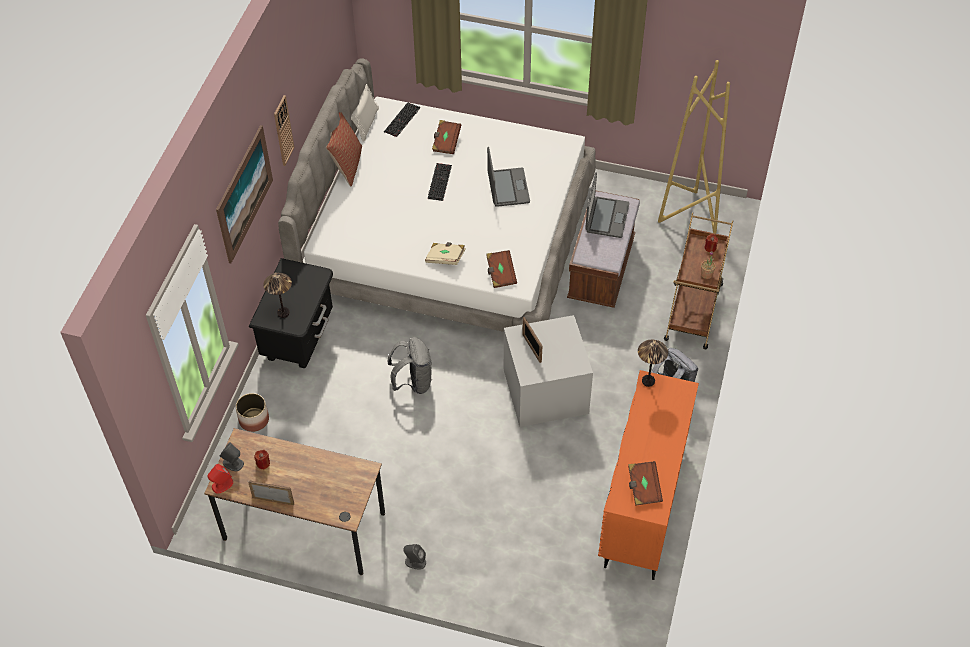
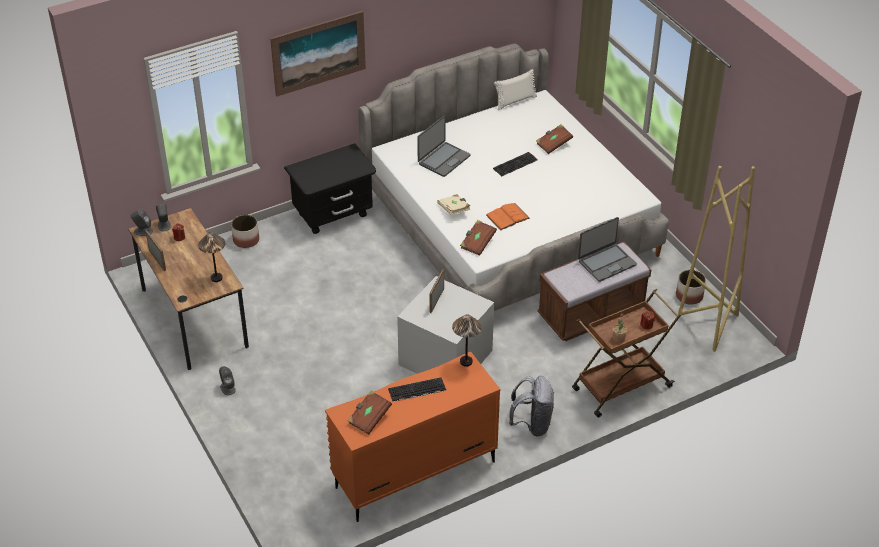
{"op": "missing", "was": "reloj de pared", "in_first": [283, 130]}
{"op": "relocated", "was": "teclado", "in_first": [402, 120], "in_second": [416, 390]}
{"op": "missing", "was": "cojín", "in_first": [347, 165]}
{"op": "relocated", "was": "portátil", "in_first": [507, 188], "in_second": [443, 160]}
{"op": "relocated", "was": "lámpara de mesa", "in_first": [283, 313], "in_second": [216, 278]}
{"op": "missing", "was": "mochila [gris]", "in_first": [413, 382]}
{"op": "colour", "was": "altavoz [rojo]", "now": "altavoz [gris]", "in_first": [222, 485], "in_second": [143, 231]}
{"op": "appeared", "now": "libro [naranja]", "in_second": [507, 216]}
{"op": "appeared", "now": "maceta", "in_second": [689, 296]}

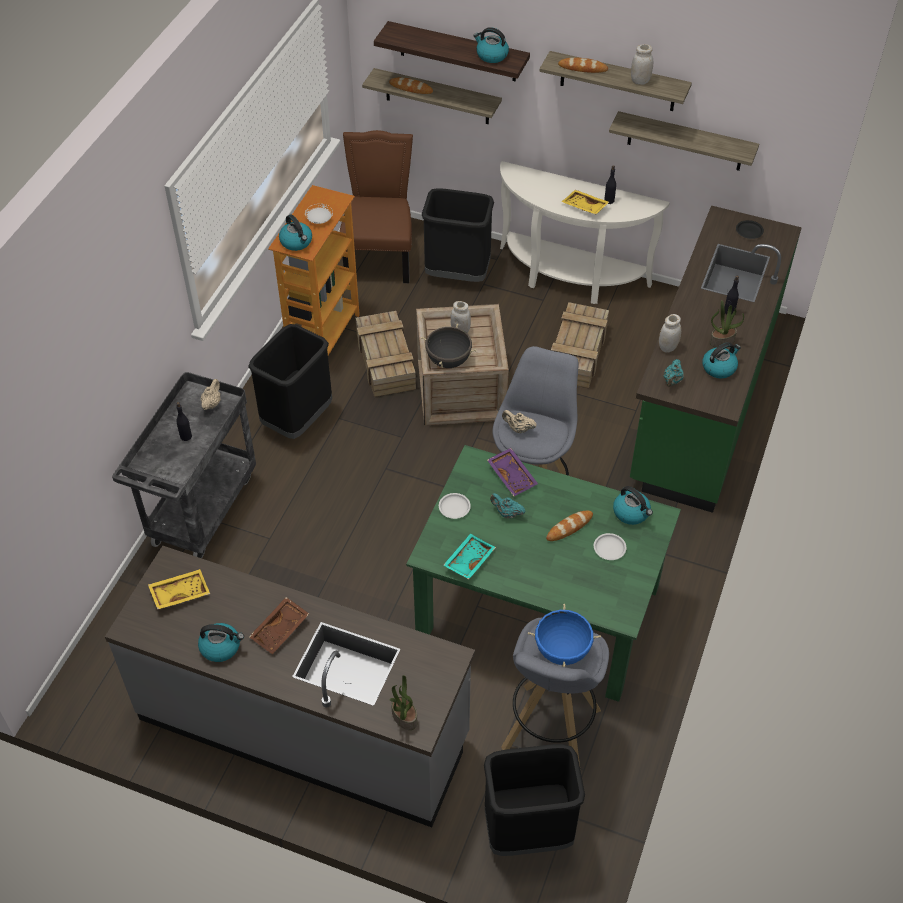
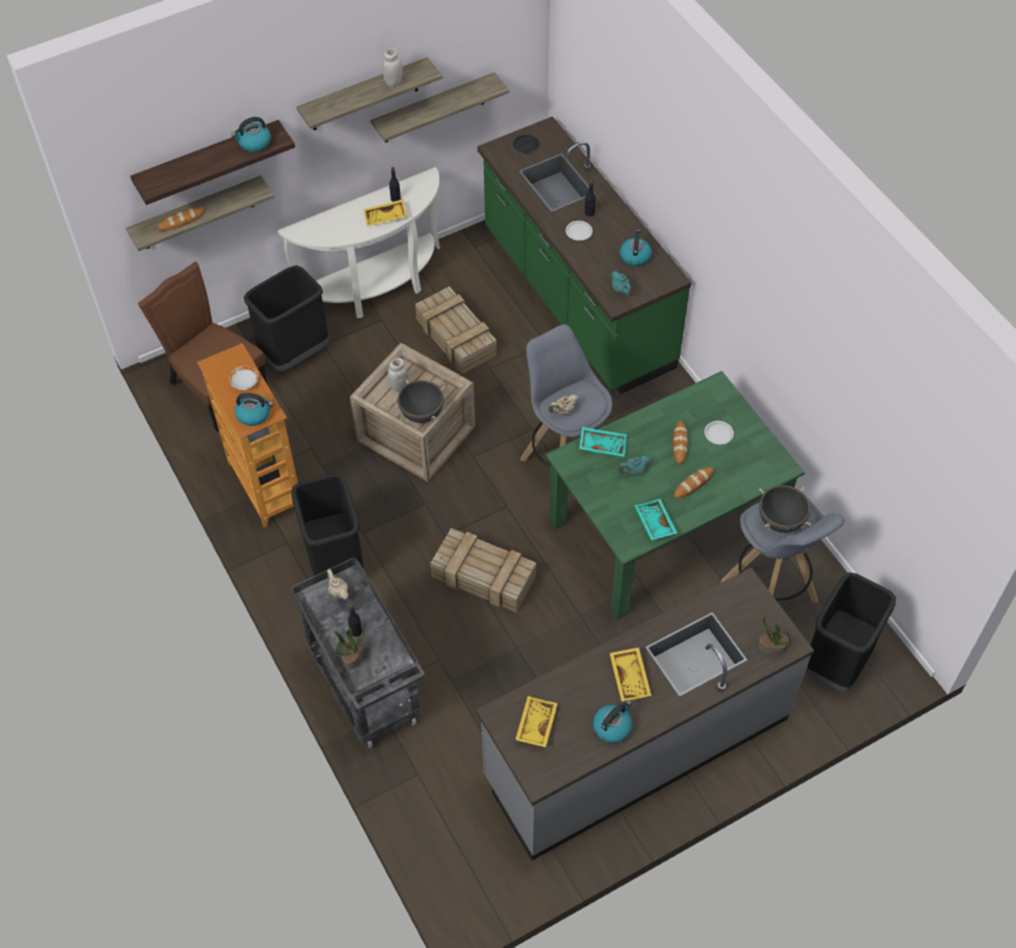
{"op": "relocated", "was": "pan", "in_first": [582, 68], "in_second": [693, 484]}
{"op": "relocated", "was": "planta en maceta", "in_first": [722, 341], "in_second": [352, 656]}
{"op": "relocated", "was": "caja de embalaje", "in_first": [385, 360], "in_second": [482, 576]}
{"op": "missing", "was": "tarro [blanco]", "in_first": [668, 347]}
{"op": "colour", "was": "bandeja [morado]", "now": "bandeja [turquesa]", "in_first": [513, 476], "in_second": [602, 444]}
{"op": "missing", "was": "hervidor", "in_first": [631, 513]}
{"op": "relocated", "was": "plato [blanco]", "in_first": [454, 507], "in_second": [578, 232]}
{"op": "colour", "was": "bandeja [marrón]", "now": "bandeja [amarillo]", "in_first": [281, 630], "in_second": [630, 677]}
{"op": "colour", "was": "olla [azul]", "now": "olla [negro]", "in_first": [562, 650], "in_second": [780, 521]}

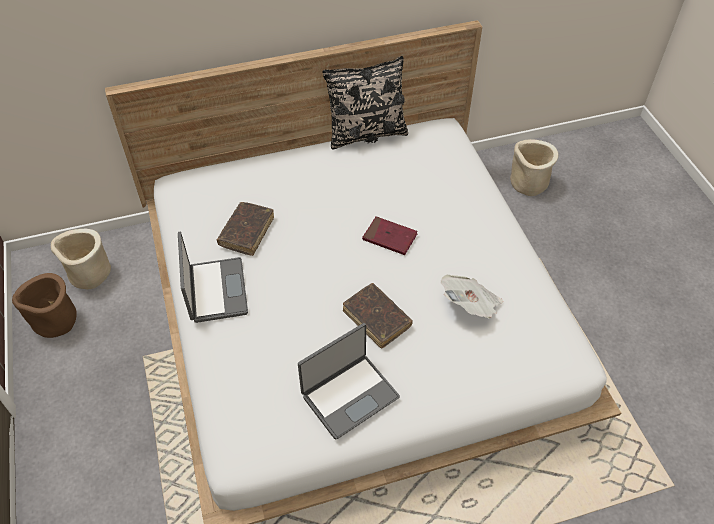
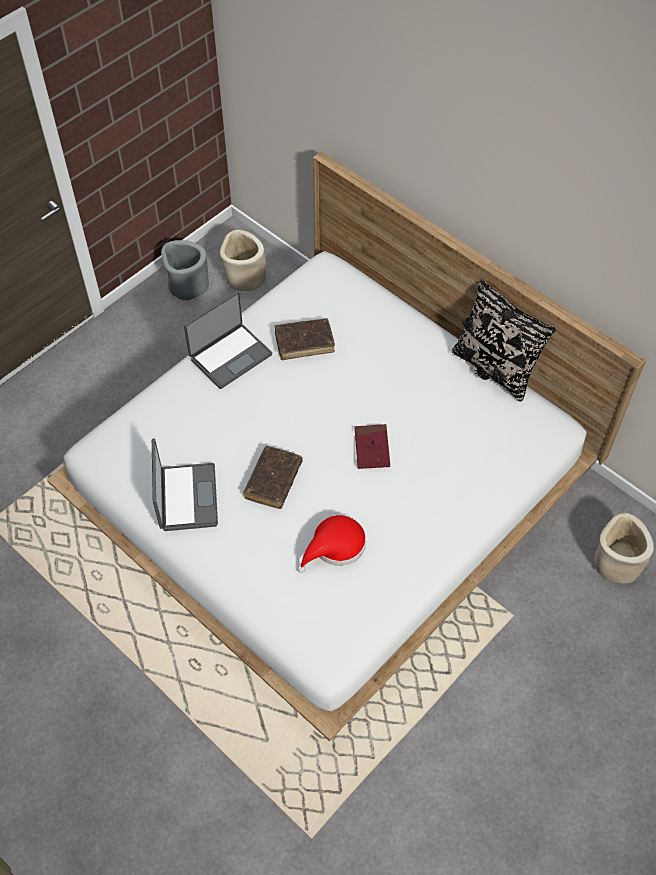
{"op": "colour", "was": "maceta [marrón]", "now": "maceta [gris]", "in_first": [55, 321], "in_second": [187, 286]}
{"op": "exchanged", "was": "periódico", "now": "sombrero [rojo]", "in_first": [470, 305], "in_second": [335, 546]}
{"op": "spun", "was": "portátil", "in_first": [349, 395], "in_second": [186, 497], "clockwise": -120}

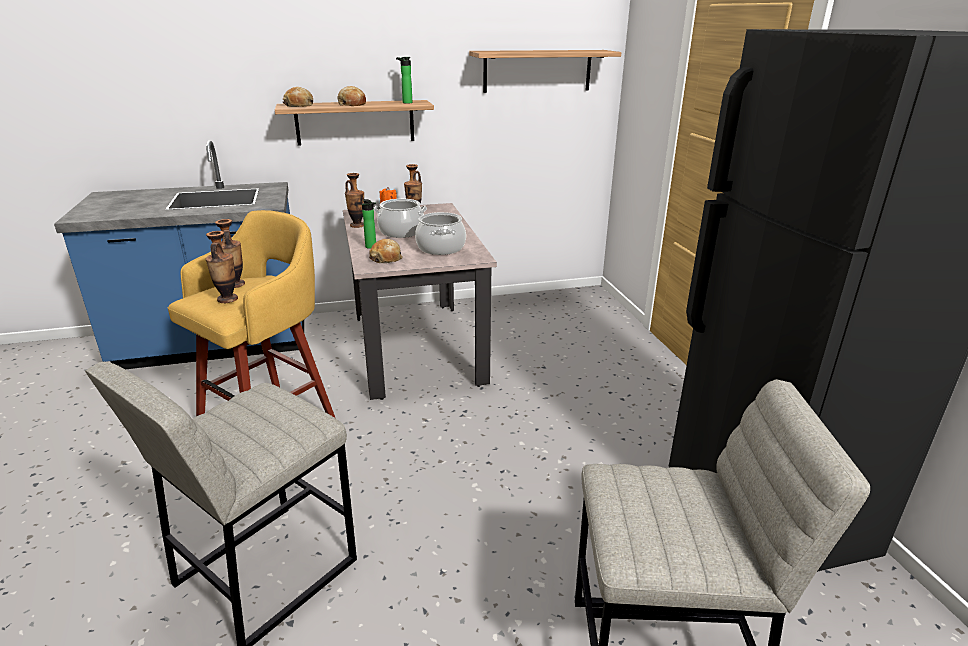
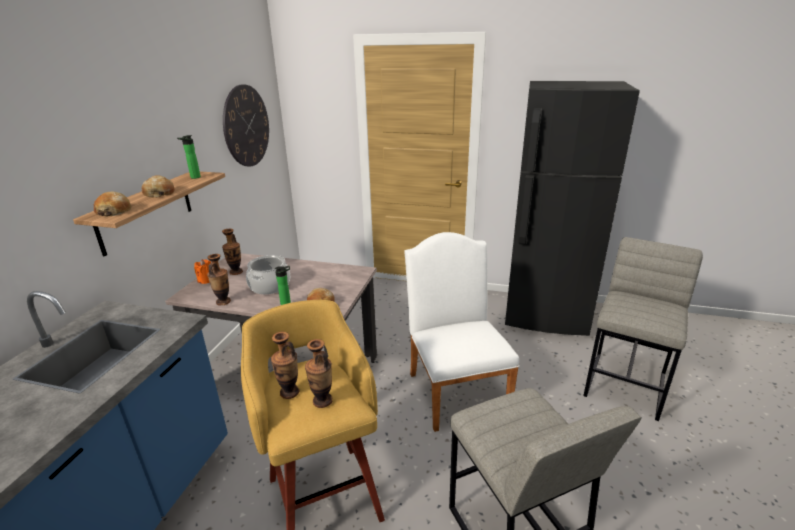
{"op": "exchanged", "was": "estante", "now": "reloj de pared", "in_first": [537, 71], "in_second": [246, 126]}
{"op": "missing", "was": "olla", "in_first": [441, 248]}
{"op": "appeared", "now": "silla [blanco]", "in_second": [455, 388]}

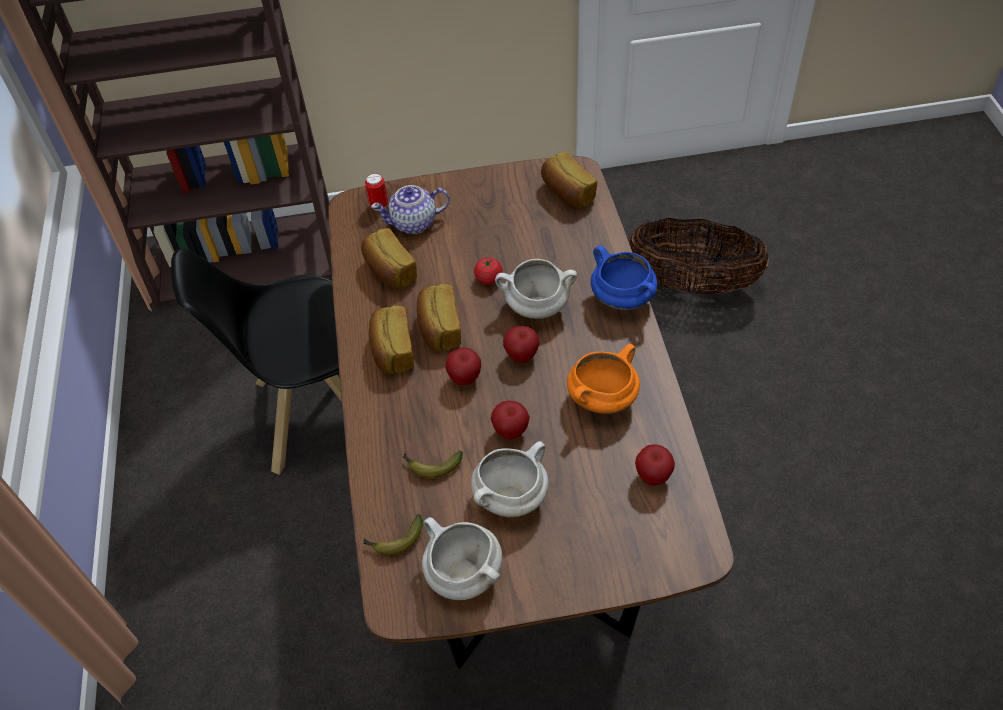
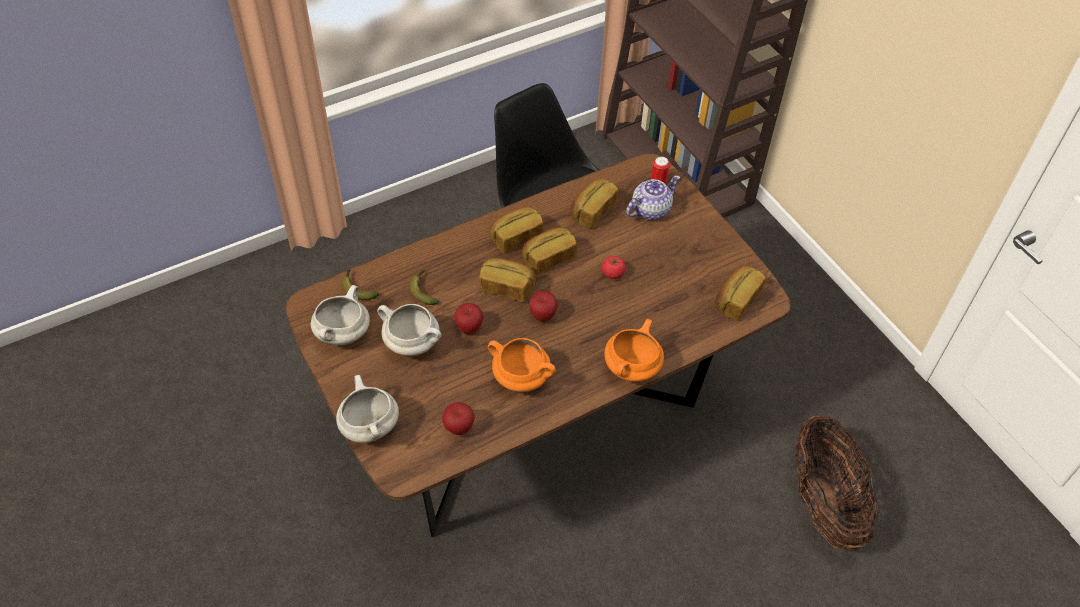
{"op": "spun", "was": "tetera", "in_first": [414, 223], "in_second": [650, 210], "clockwise": 90}
{"op": "colour", "was": "olla [azul]", "now": "olla [naranja]", "in_first": [624, 298], "in_second": [632, 369]}
{"op": "relocated", "was": "olla [blanco]", "in_first": [536, 307], "in_second": [369, 426]}
{"op": "exchanged", "was": "manzana", "now": "pan", "in_first": [465, 378], "in_second": [507, 287]}

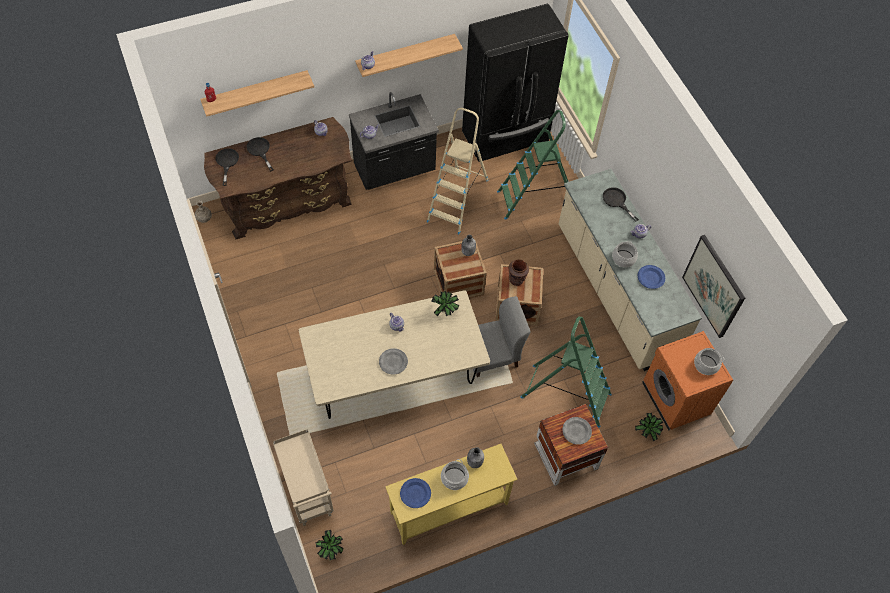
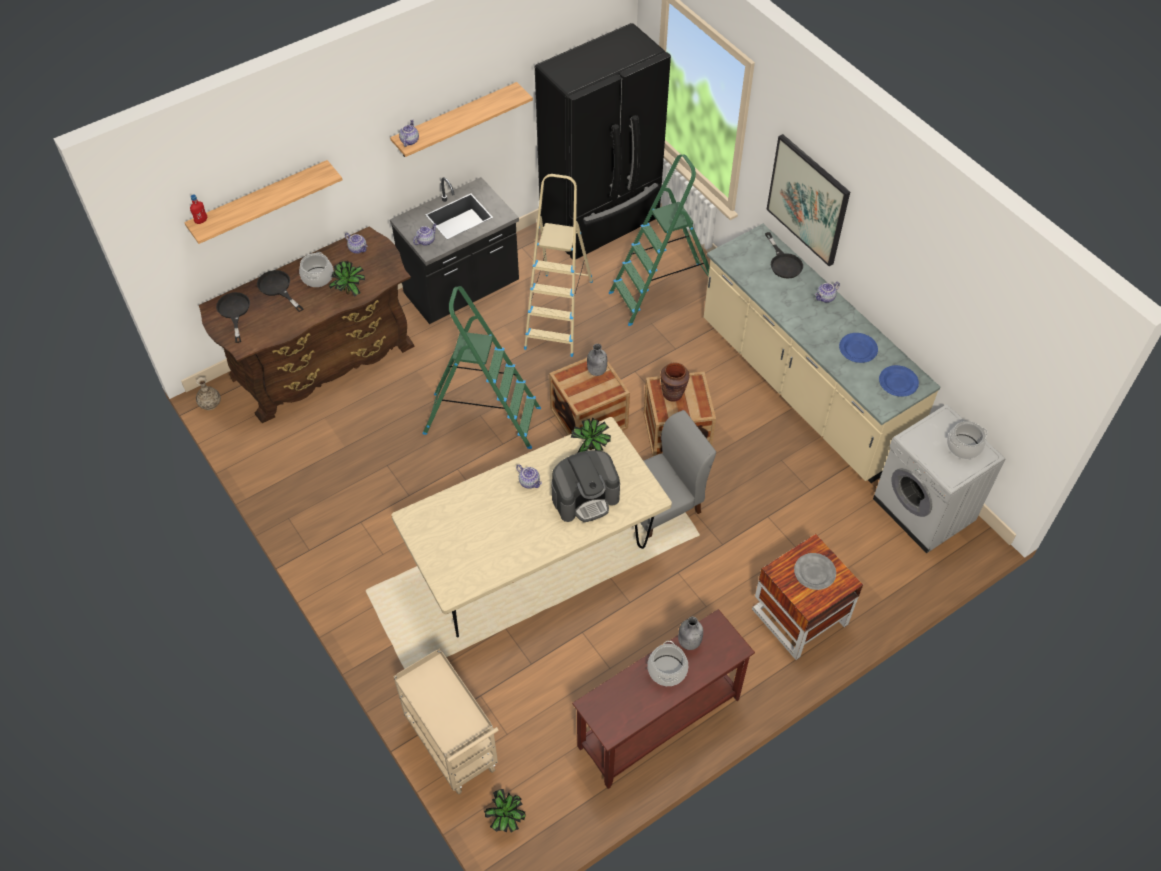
{"op": "spun", "was": "sartén [negro]", "in_first": [617, 201], "in_second": [783, 262], "clockwise": -150}
{"op": "relocated", "was": "cuadro", "in_first": [714, 286], "in_second": [808, 200]}
{"op": "relocated", "was": "olla", "in_first": [623, 259], "in_second": [318, 277]}
{"op": "relocated", "was": "escalera de tijera [verde]", "in_first": [566, 395], "in_second": [483, 420]}
{"op": "colour", "was": "lavadora [naranja]", "now": "lavadora [blanco]", "in_first": [674, 399], "in_second": [922, 511]}
{"op": "missing", "was": "plato [gris]", "in_first": [393, 362]}
{"op": "relocated", "was": "planta en maceta", "in_first": [647, 432], "in_second": [351, 292]}
{"op": "colour", "was": "mesa consola [amarillo]", "now": "mesa consola [marrón]", "in_first": [448, 508], "in_second": [658, 723]}
{"op": "relocated", "was": "plato [azul]", "in_first": [415, 494], "in_second": [898, 383]}
{"op": "appeared", "now": "cafetera", "in_second": [585, 497]}

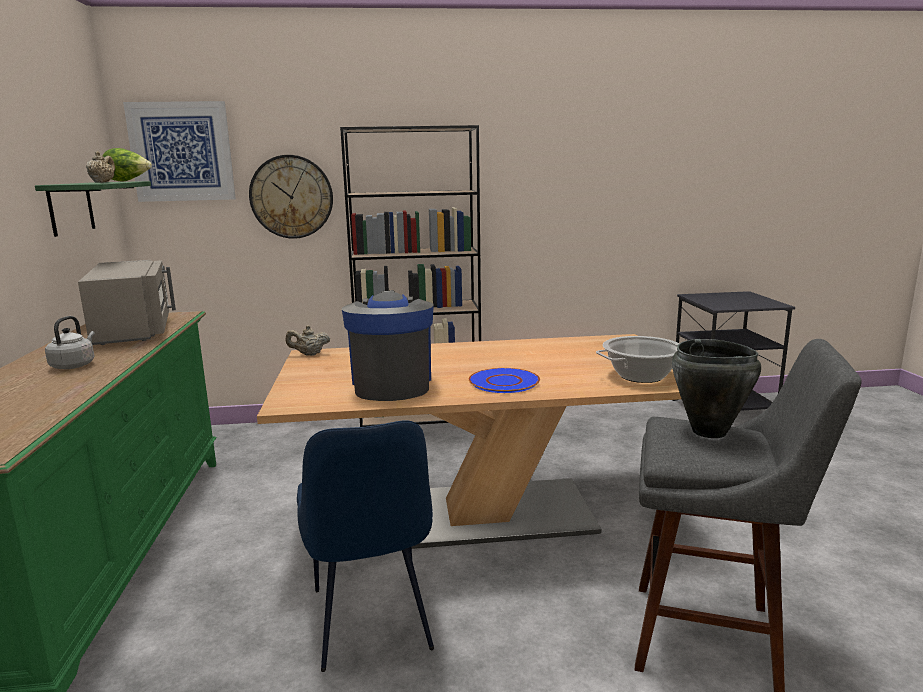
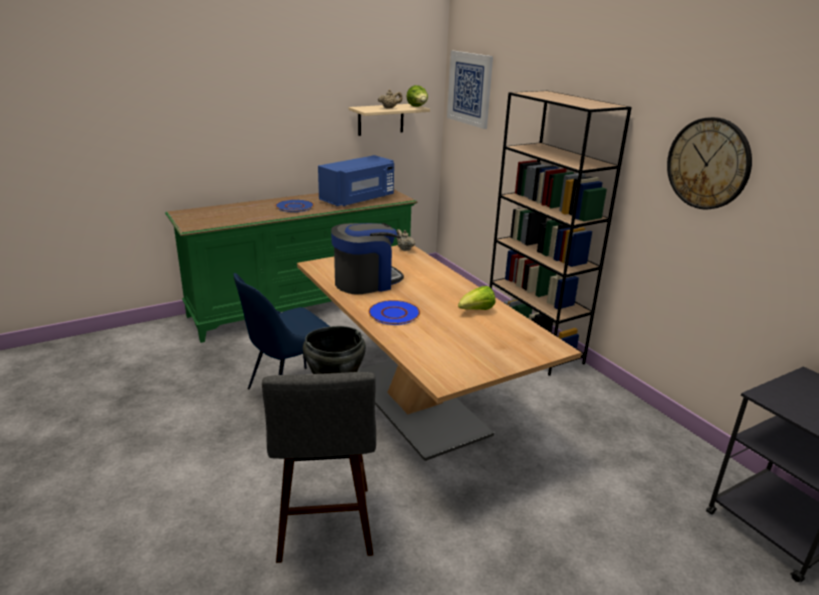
{"op": "relocated", "was": "reloj de pared", "in_first": [291, 197], "in_second": [708, 163]}
{"op": "colour", "was": "estante [verde]", "now": "estante [beis]", "in_first": [70, 208], "in_second": [381, 119]}
{"op": "colour", "was": "microondas [gris]", "now": "microondas [azul]", "in_first": [134, 331], "in_second": [359, 199]}
{"op": "exchanged", "was": "hervidor [gris]", "now": "plato [azul]", "in_first": [74, 365], "in_second": [294, 206]}
{"op": "missing", "was": "olla", "in_first": [641, 376]}
{"op": "appeared", "now": "lechuga", "in_second": [476, 311]}

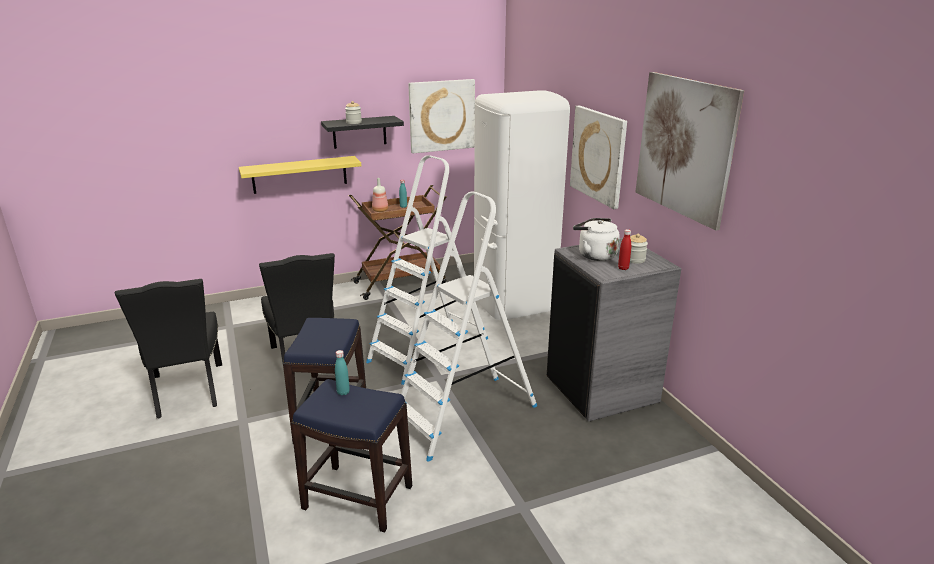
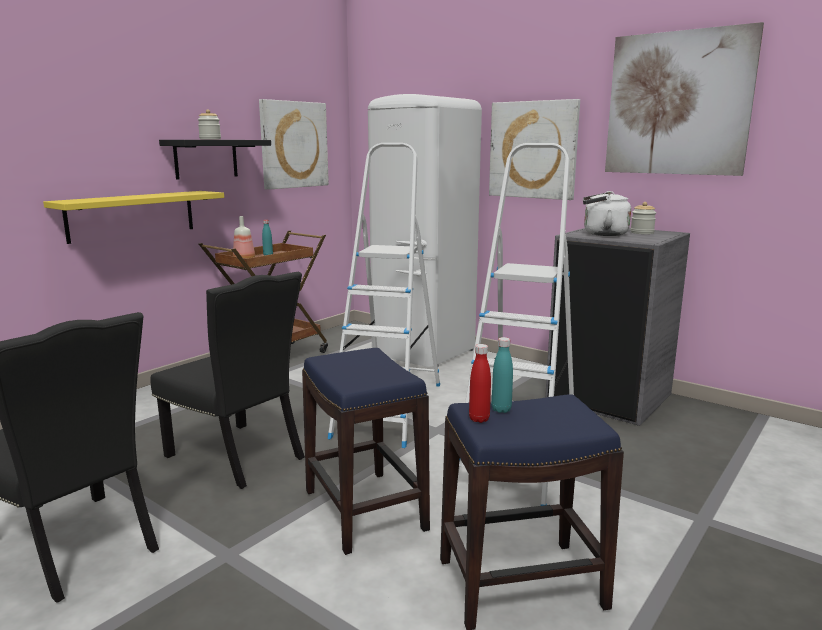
{"op": "relocated", "was": "botella [rojo]", "in_first": [623, 268], "in_second": [479, 419]}

